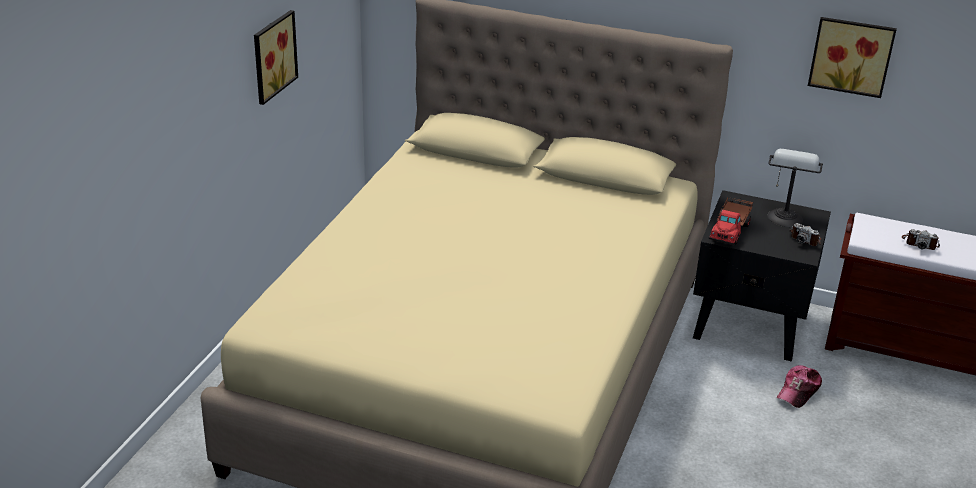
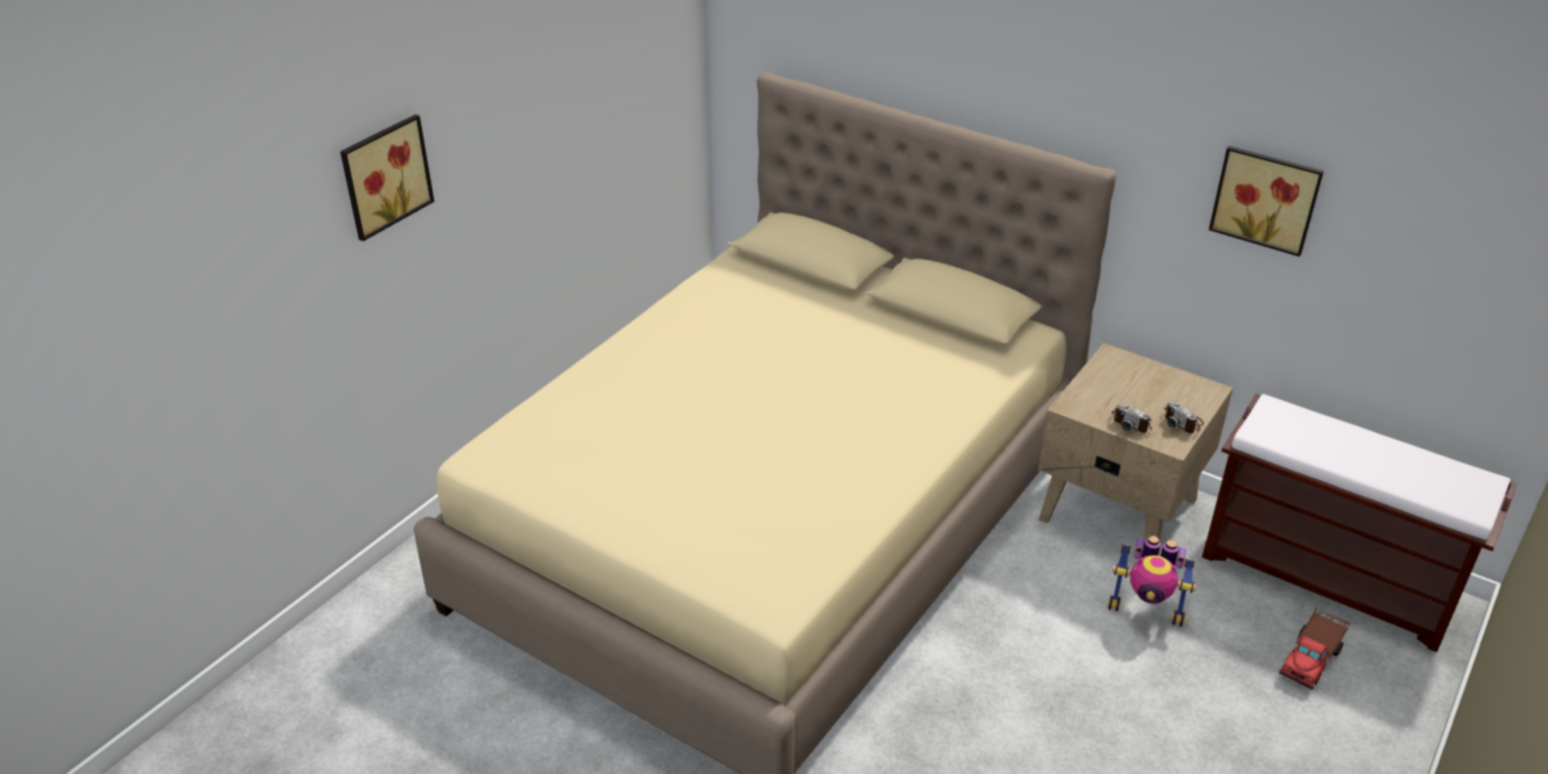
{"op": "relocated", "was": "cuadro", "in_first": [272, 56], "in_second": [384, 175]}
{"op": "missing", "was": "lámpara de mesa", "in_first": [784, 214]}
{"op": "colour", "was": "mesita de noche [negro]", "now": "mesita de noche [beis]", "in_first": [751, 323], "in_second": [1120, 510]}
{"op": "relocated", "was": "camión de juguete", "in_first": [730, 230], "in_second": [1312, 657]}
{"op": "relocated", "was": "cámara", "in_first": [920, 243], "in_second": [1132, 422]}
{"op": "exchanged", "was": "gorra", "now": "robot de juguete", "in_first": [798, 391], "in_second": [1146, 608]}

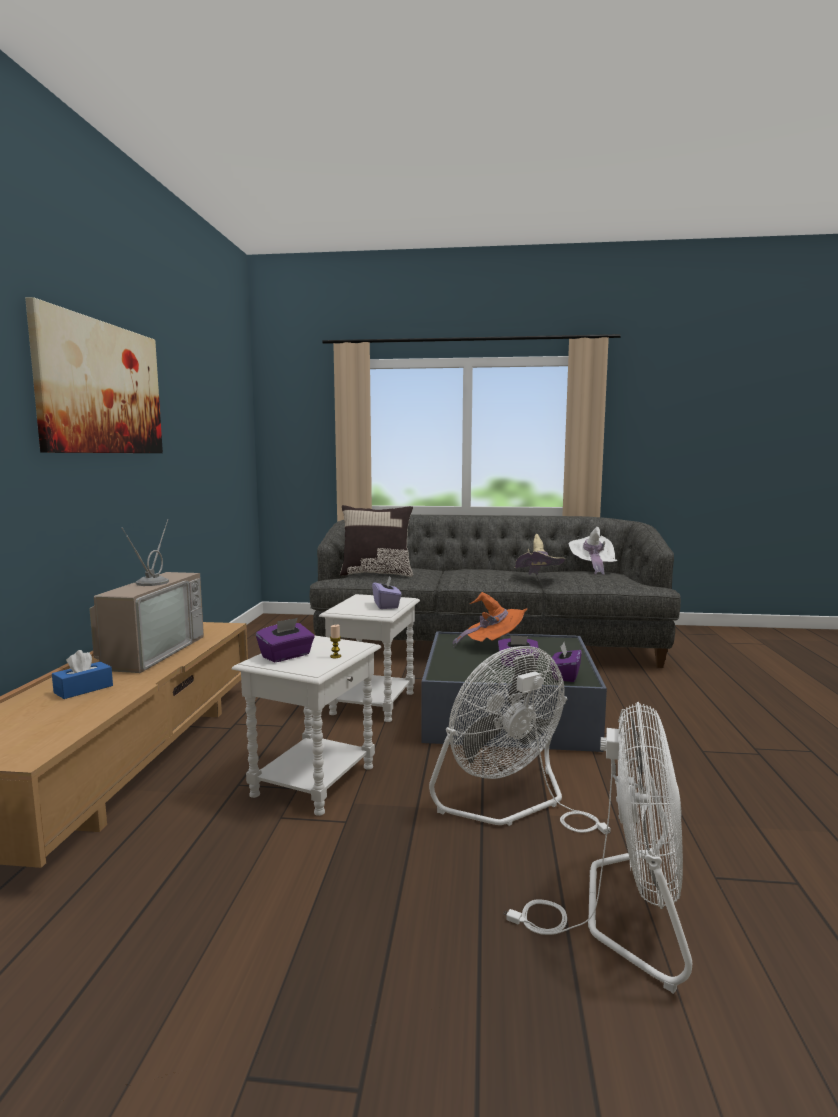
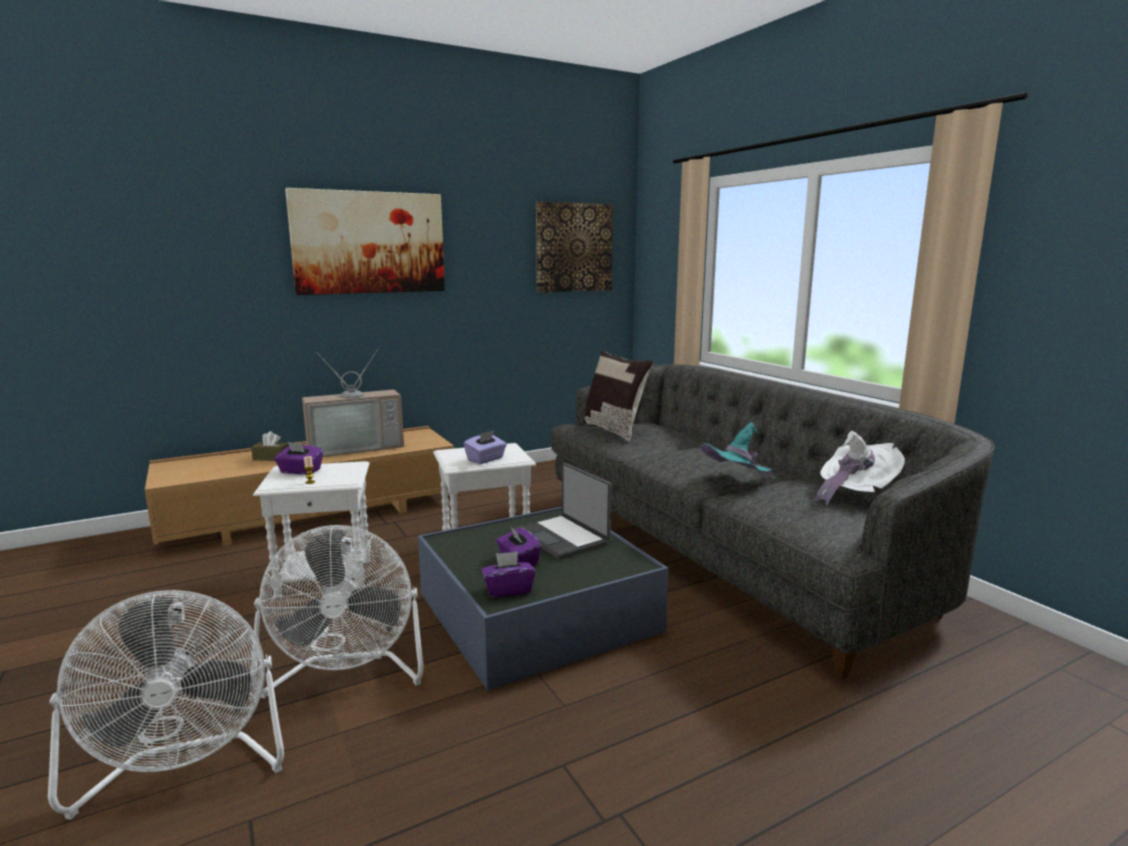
{"op": "colour", "was": "sombrero [beis]", "now": "sombrero [turquesa]", "in_first": [537, 581], "in_second": [737, 485]}
{"op": "exchanged", "was": "sombrero [naranja]", "now": "portátil", "in_first": [493, 646], "in_second": [563, 538]}
{"op": "spun", "was": "ventilador [blanco]", "in_first": [521, 802], "in_second": [341, 672], "clockwise": 150}
{"op": "colour", "was": "caja de pañuelos [azul]", "now": "caja de pañuelos [marrón]", "in_first": [83, 689], "in_second": [272, 458]}
{"op": "appeared", "now": "cuadro", "in_second": [574, 247]}

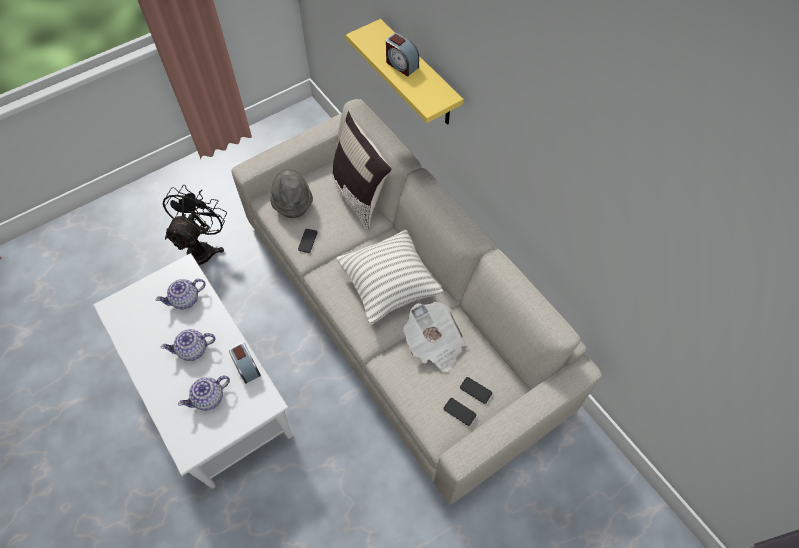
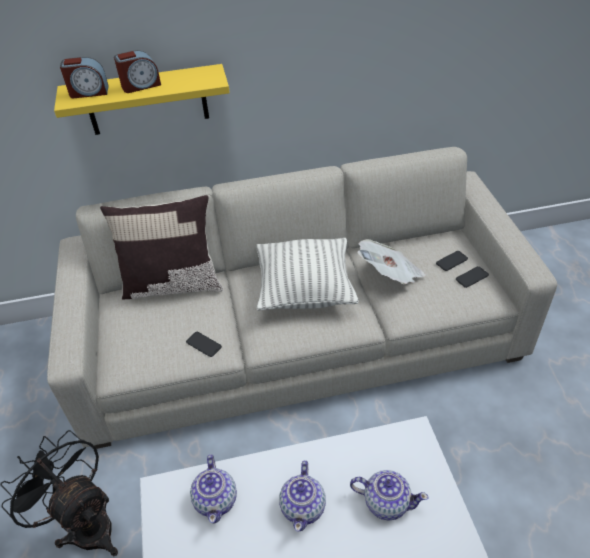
{"op": "missing", "was": "sombrero [gris]", "in_first": [293, 204]}
{"op": "relocated", "was": "despertador", "in_first": [246, 367], "in_second": [89, 92]}
{"op": "spun", "was": "tetera", "in_first": [209, 398], "in_second": [386, 502], "clockwise": -60}

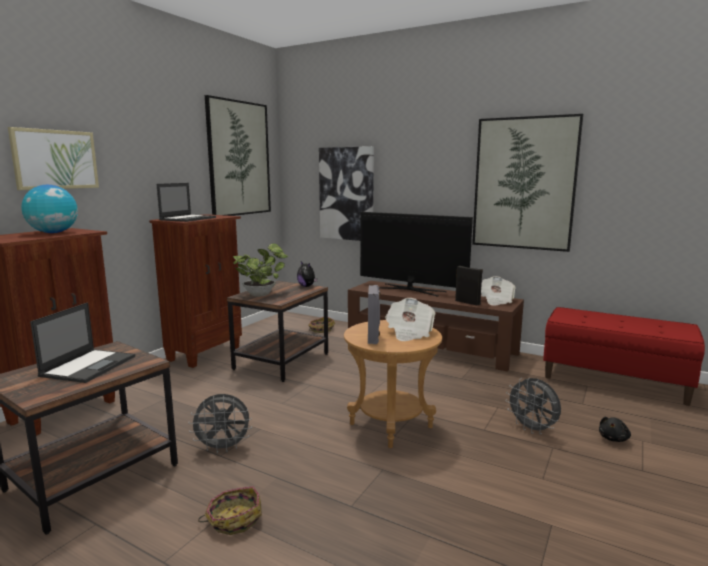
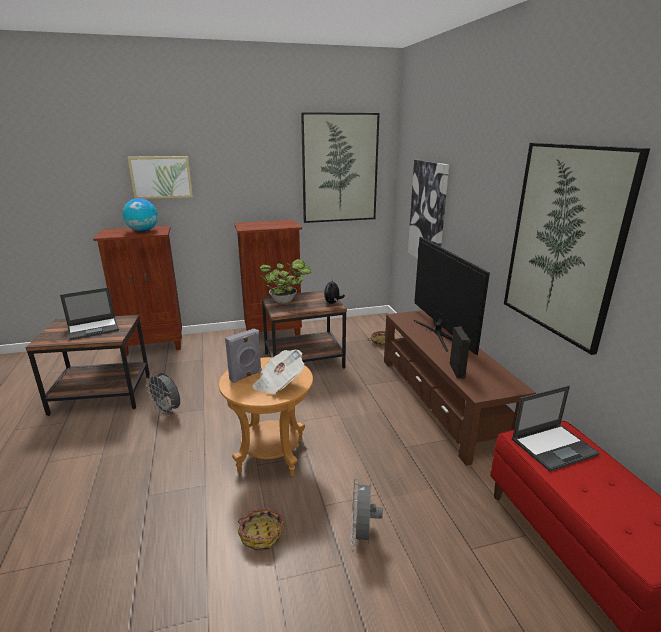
{"op": "relocated", "was": "portátil", "in_first": [188, 219], "in_second": [554, 446]}
{"op": "missing", "was": "periódico", "in_first": [496, 301]}
{"op": "missing", "was": "peluche [negro]", "in_first": [613, 438]}
{"op": "relocated", "was": "cesta", "in_first": [234, 519], "in_second": [262, 534]}

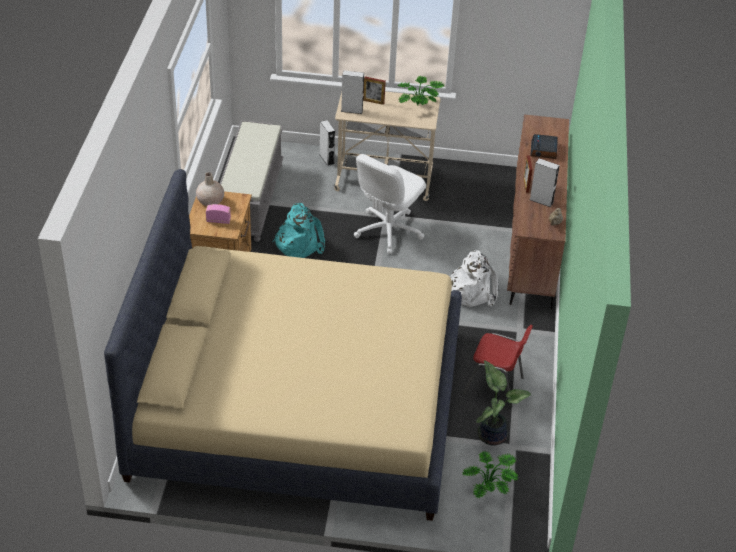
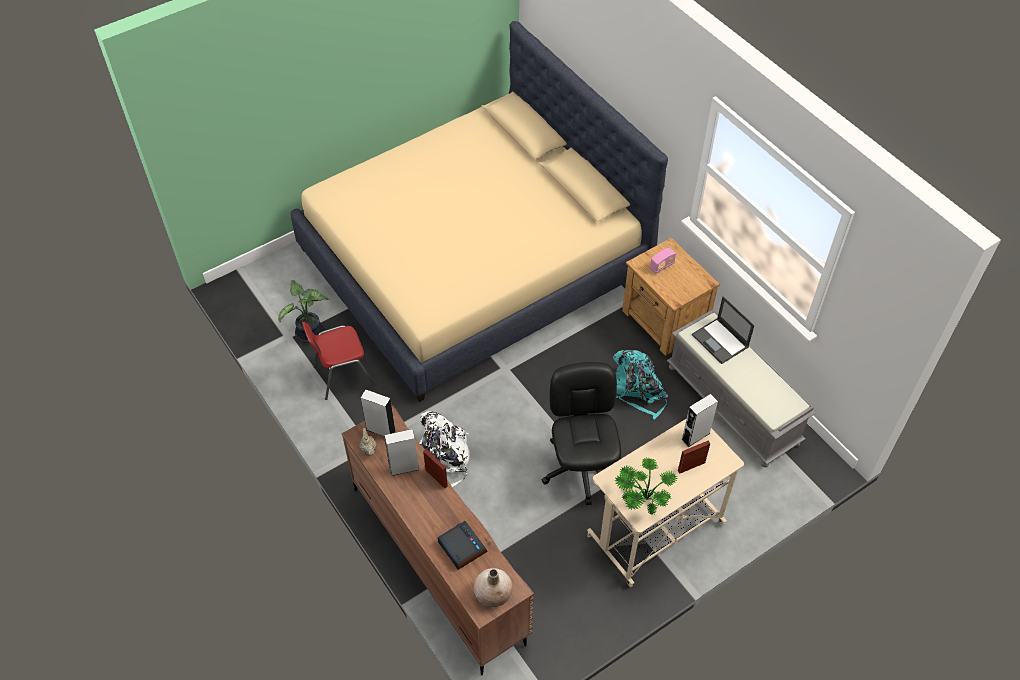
{"op": "relocated", "was": "altavoz [gris]", "in_first": [327, 159], "in_second": [380, 430]}
{"op": "colour", "was": "silla de oficina [blanco]", "now": "silla de oficina [negro]", "in_first": [388, 230], "in_second": [582, 467]}
{"op": "relocated", "was": "florero [beis]", "in_first": [210, 201], "in_second": [493, 593]}
{"op": "missing", "was": "planta en maceta", "in_first": [489, 488]}
{"op": "appeared", "now": "portátil", "in_second": [720, 341]}

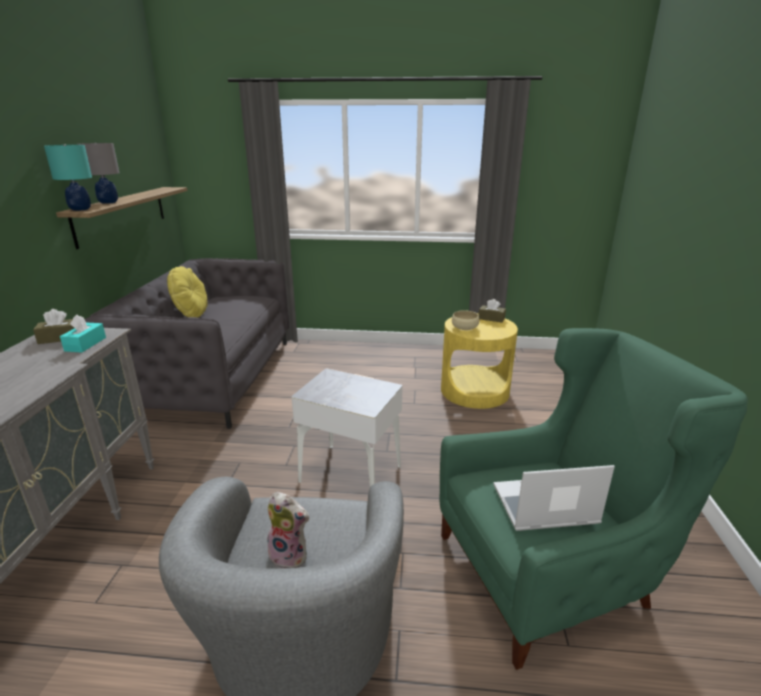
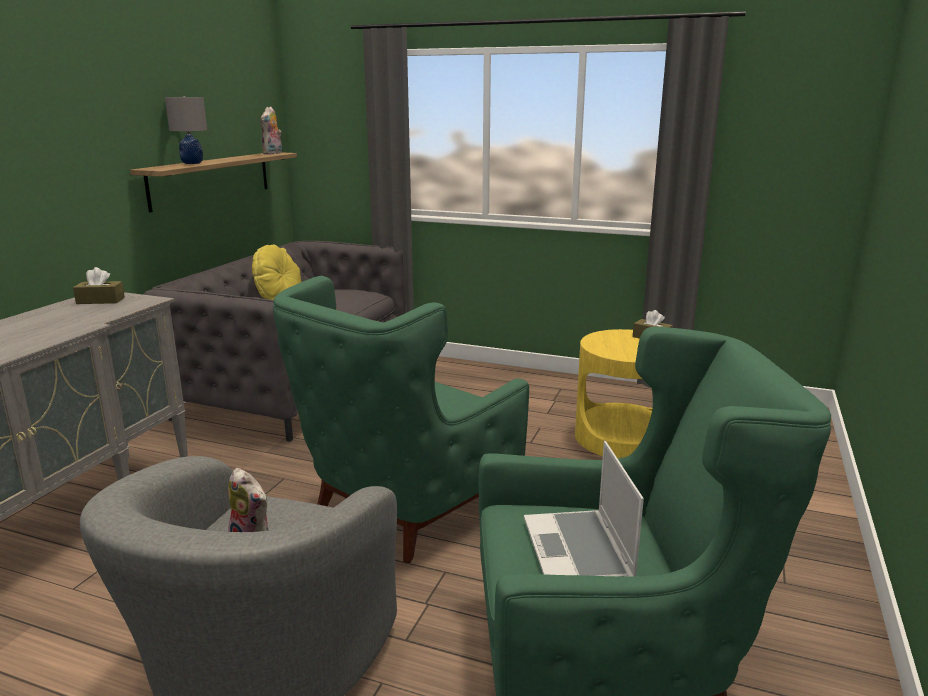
{"op": "missing", "was": "lámpara de mesa [turquesa]", "in_first": [80, 209]}
{"op": "missing", "was": "cuenco [beis]", "in_first": [464, 327]}
{"op": "missing", "was": "caja de pañuelos [turquesa]", "in_first": [85, 344]}
{"op": "exchanged", "was": "mesa auxiliar", "now": "sillón [verde]", "in_first": [349, 473], "in_second": [407, 508]}
{"op": "spun", "was": "portátil", "in_first": [543, 506], "in_second": [579, 551], "clockwise": -105}
{"op": "appeared", "now": "peluche", "in_second": [273, 153]}

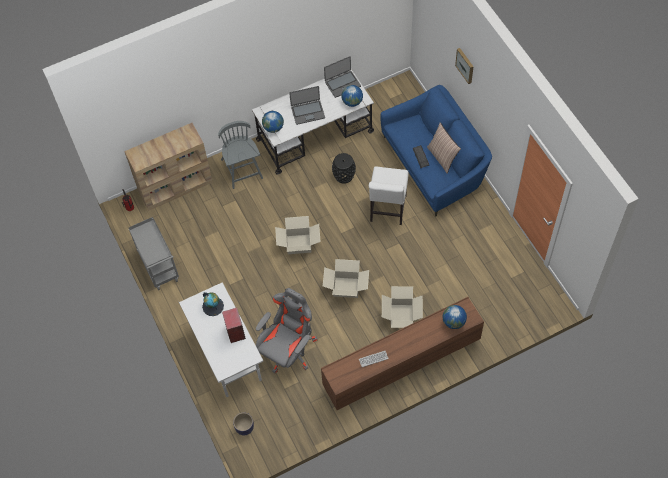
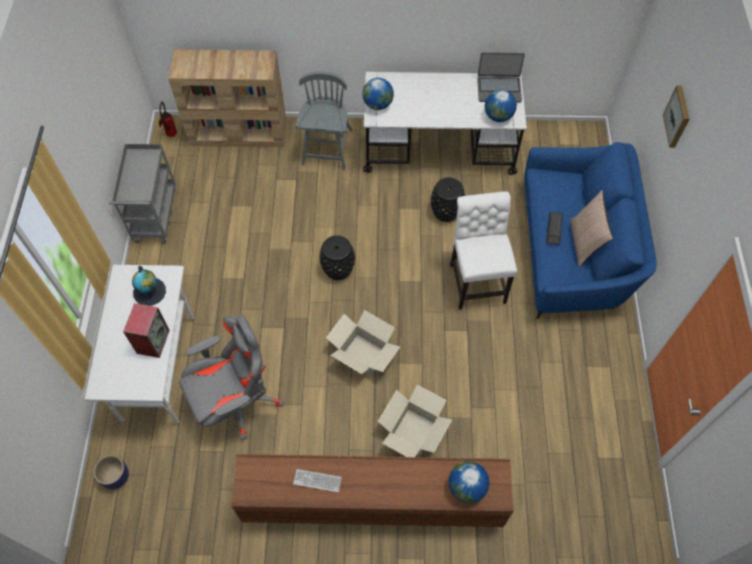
{"op": "missing", "was": "portátil", "in_first": [307, 112]}
{"op": "spun", "was": "silla [blanco]", "in_first": [387, 210], "in_second": [476, 280], "clockwise": 135}
{"op": "exchanged", "was": "caja de cartón", "now": "taburete [negro]", "in_first": [298, 244], "in_second": [338, 269]}

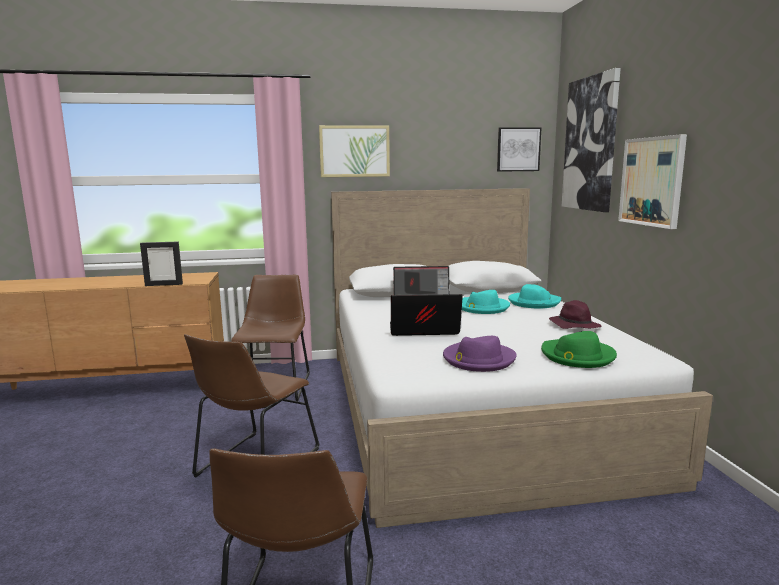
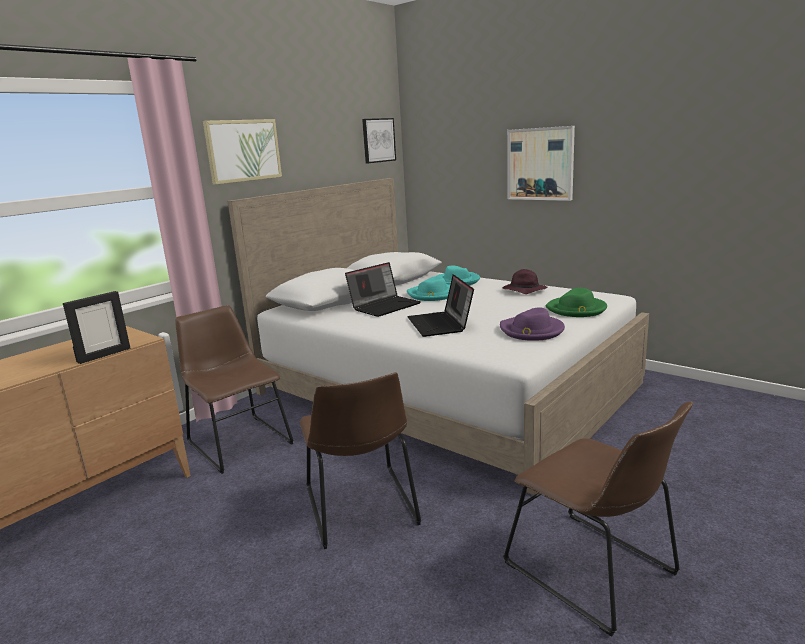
{"op": "missing", "was": "cuadro", "in_first": [590, 144]}
{"op": "spun", "was": "portátil", "in_first": [423, 331], "in_second": [441, 324], "clockwise": -60}

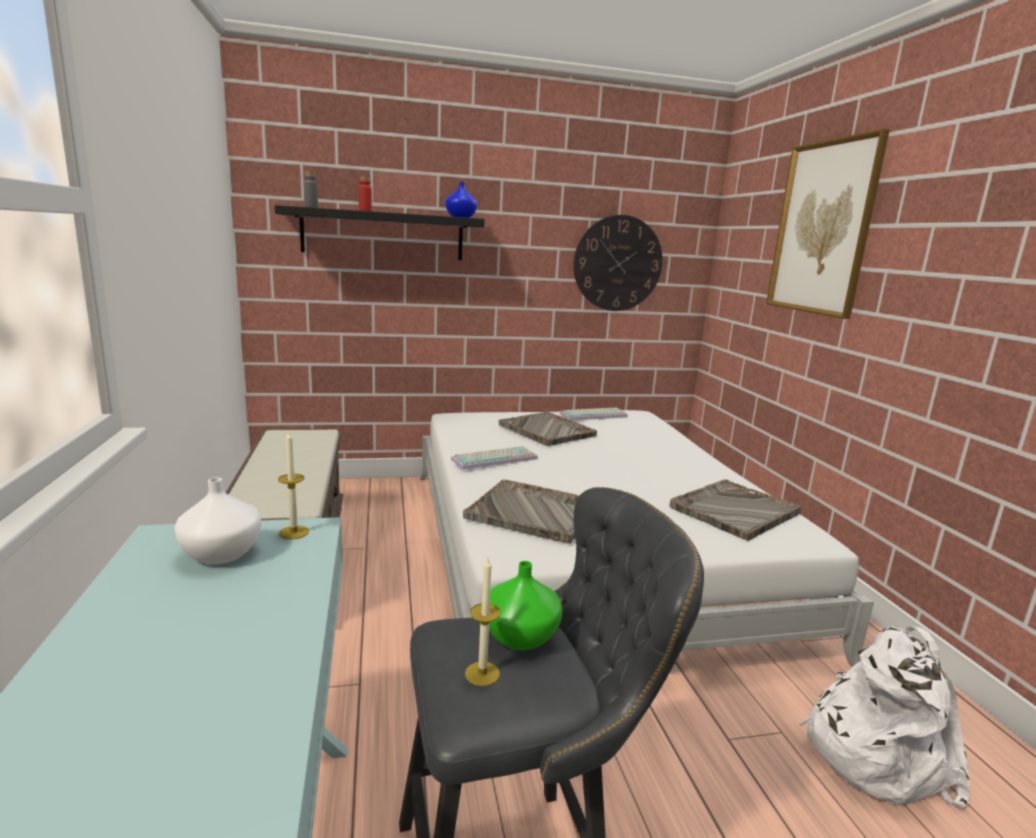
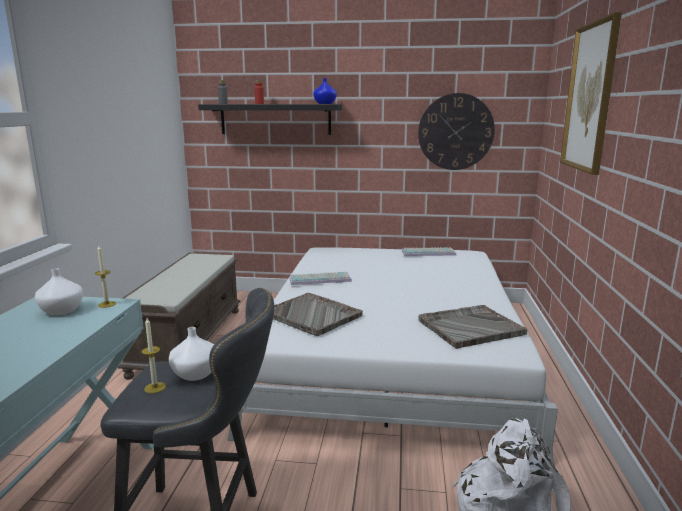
{"op": "missing", "was": "bandeja [gris]", "in_first": [547, 430]}
{"op": "colour", "was": "florero [verde]", "now": "florero [blanco]", "in_first": [521, 637], "in_second": [195, 374]}

